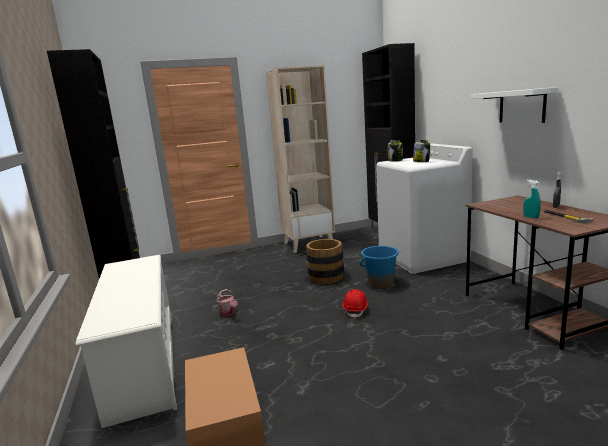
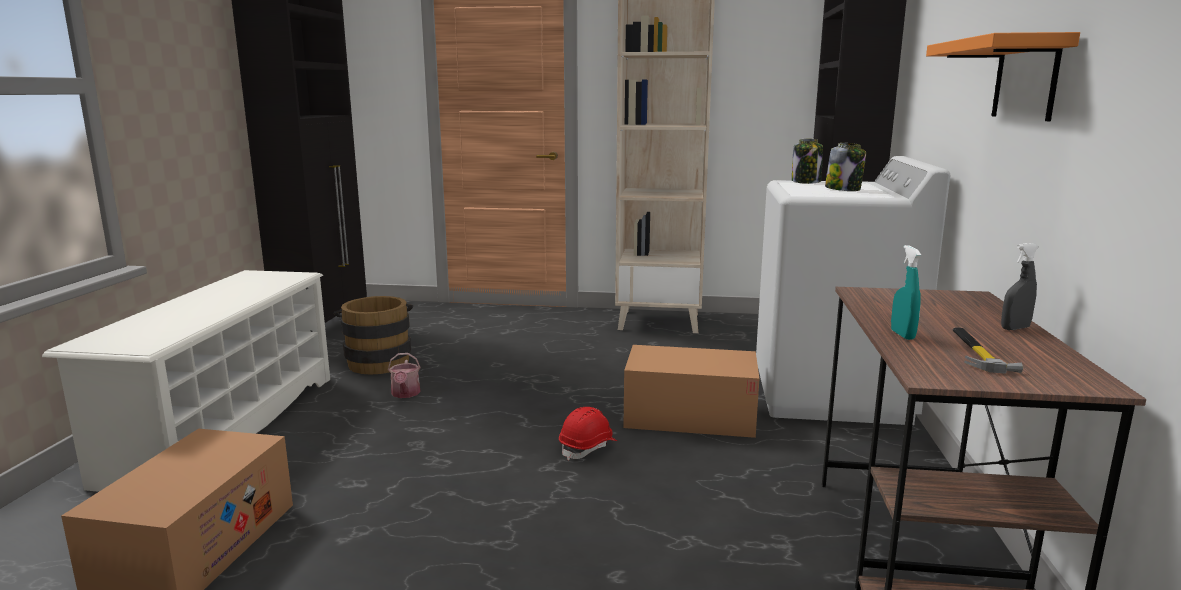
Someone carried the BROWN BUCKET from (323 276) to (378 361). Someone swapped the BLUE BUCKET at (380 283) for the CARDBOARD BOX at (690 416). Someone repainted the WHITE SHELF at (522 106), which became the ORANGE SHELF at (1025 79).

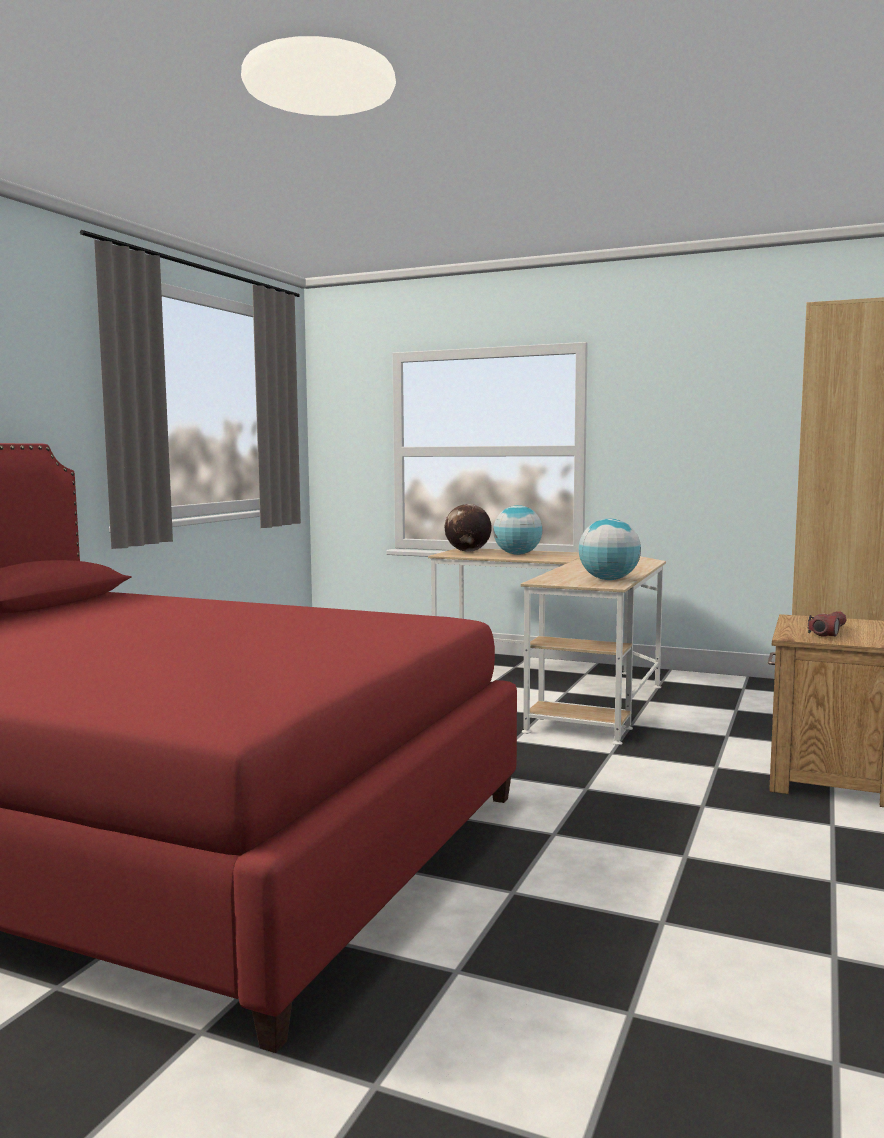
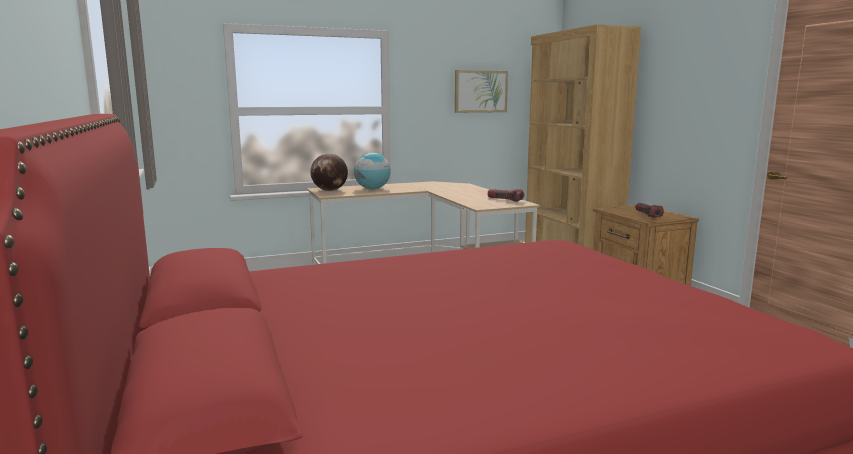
Someone put up the PICTURE at (480 91). Someone swapped the GLOBE at (608 579) for the FLASHLIGHT at (505 200).

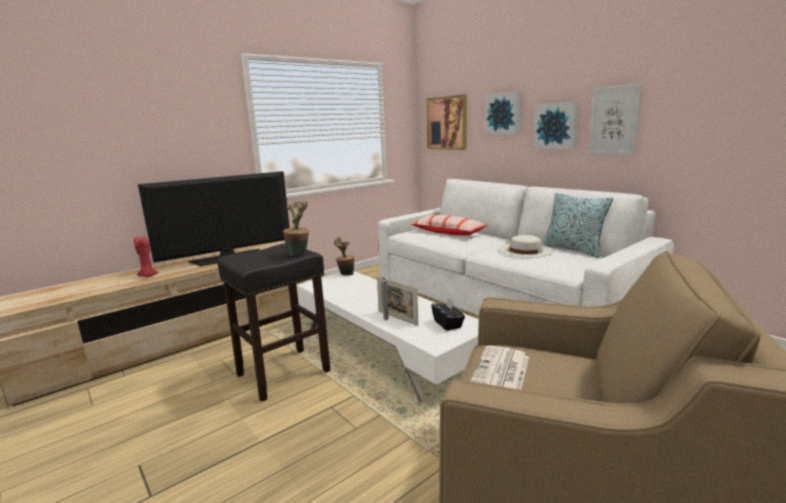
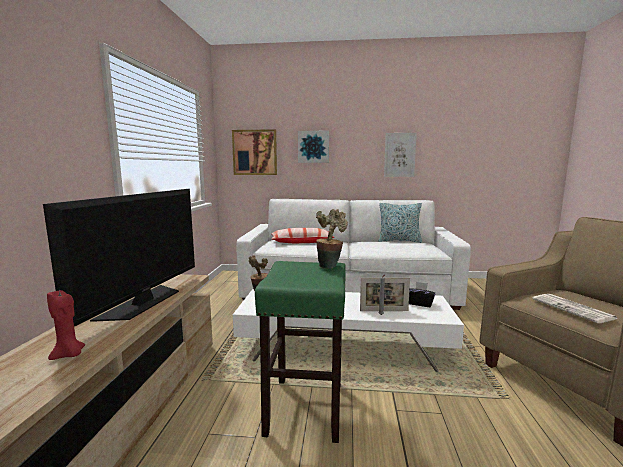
Someone took away the WHITE HAT at (525 250). Someone took away the PICTURE at (556 126). Someone repainted the BLACK STOOL at (284 373), which became the GREEN STOOL at (305 407).

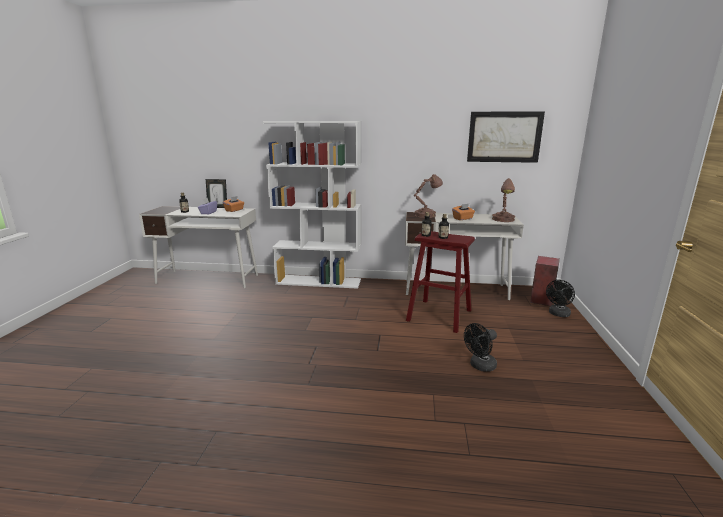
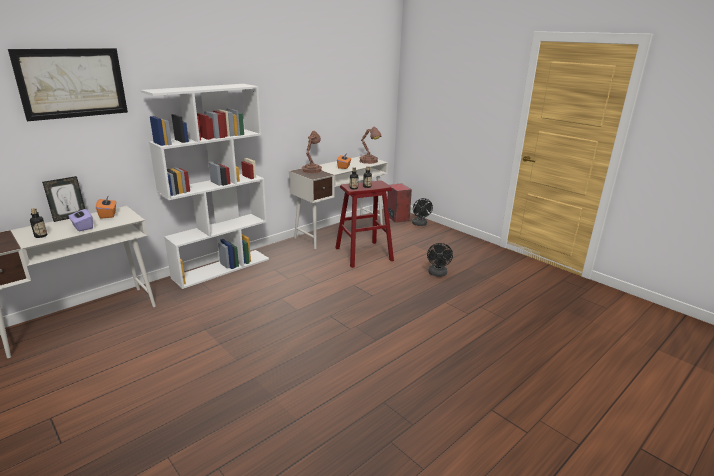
Someone carried the PICTURE from (504 137) to (72 83).

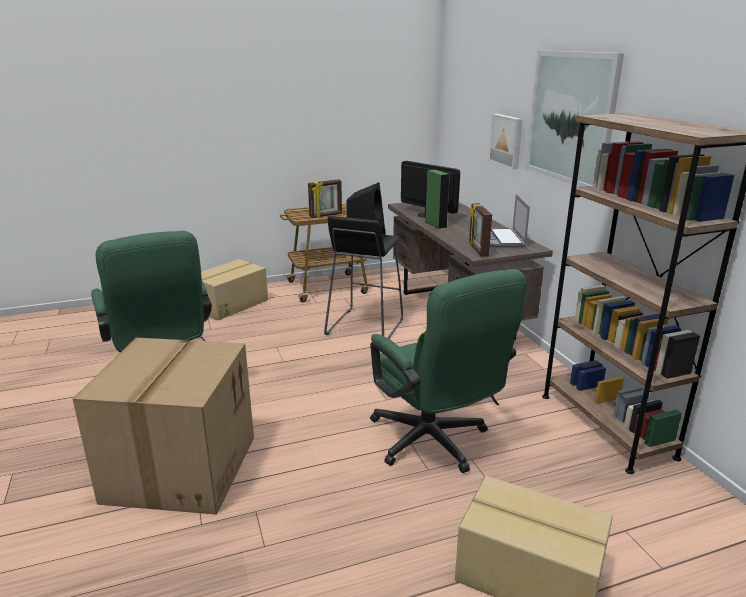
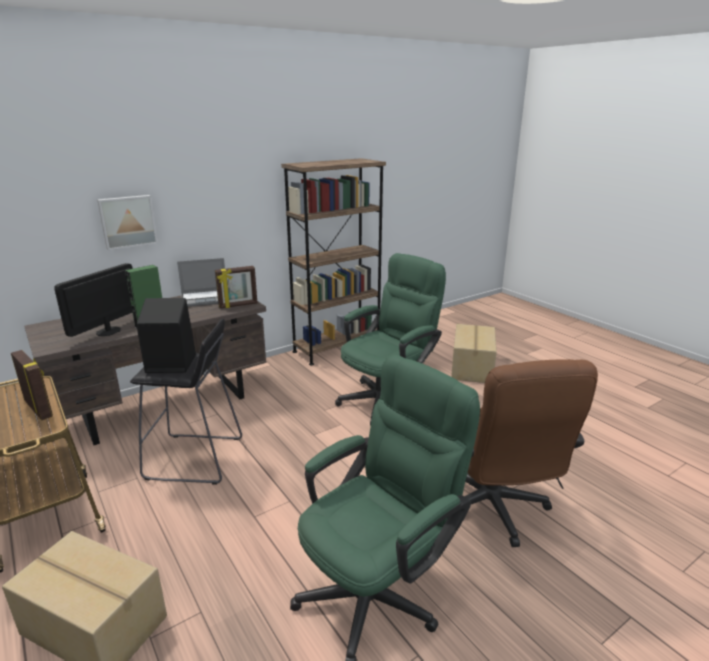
Someone took away the PICTURE at (571 118). Someone swapped the CARDBOARD BOX at (180 467) for the BROWN OFFICE CHAIR at (494 510).

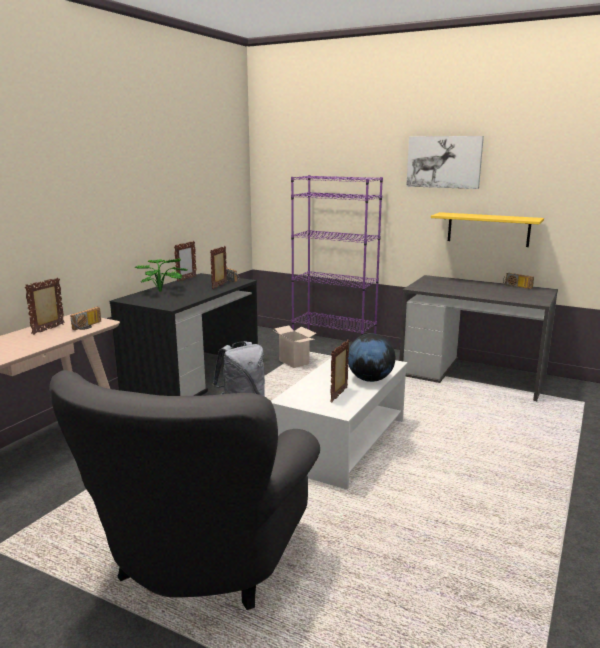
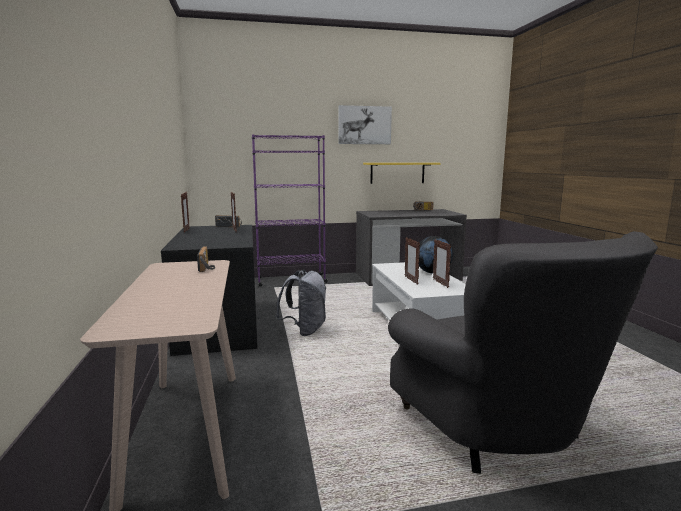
Someone took away the POTTED PLANT at (163 291). Someone took away the CARDBOARD BOX at (295 362). Someone carried the PICTURE FRAME from (49 329) to (411 280).

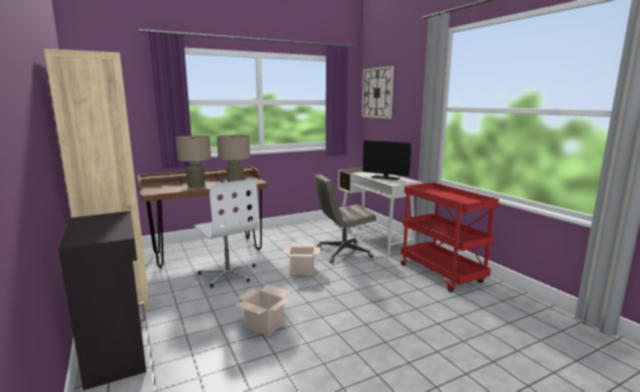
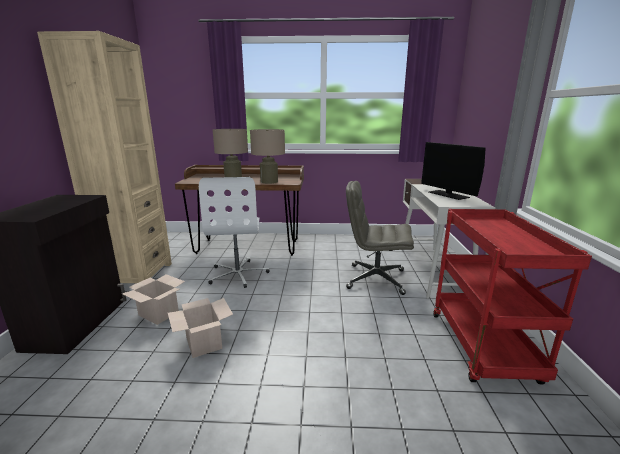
Someone took away the WALL CLOCK at (377 93). Someone carried the CARDBOARD BOX from (303 270) to (159 314).

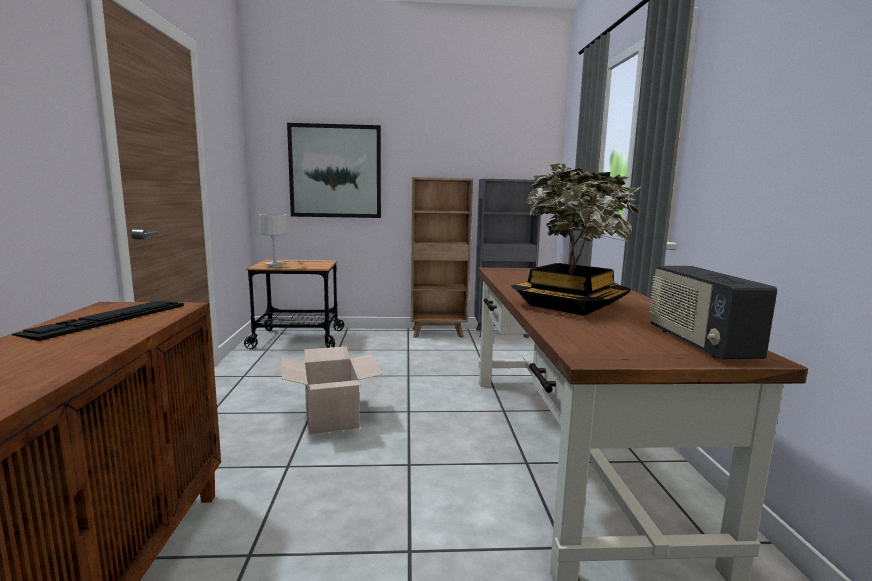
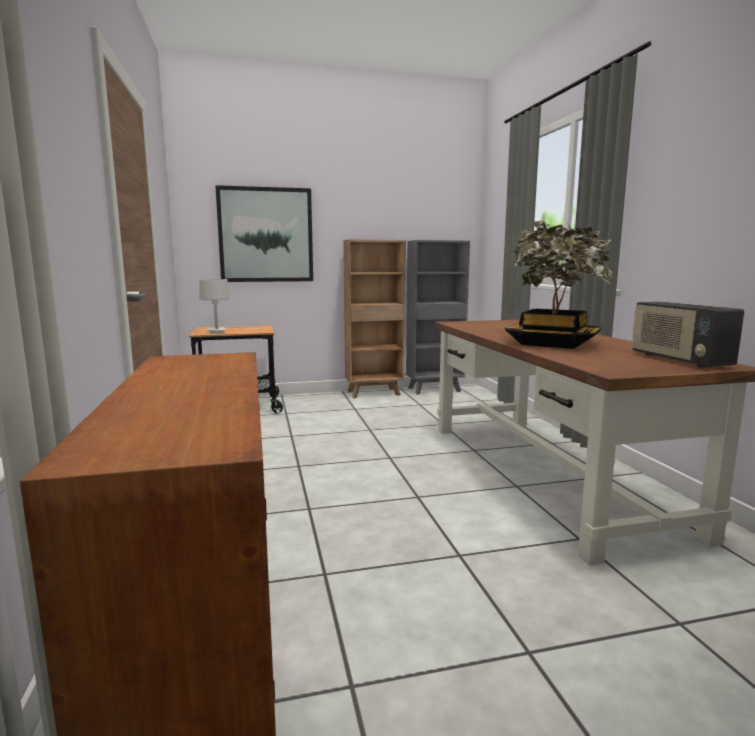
Someone took away the KEYBOARD at (108 318). Someone took away the CARDBOARD BOX at (330 417).

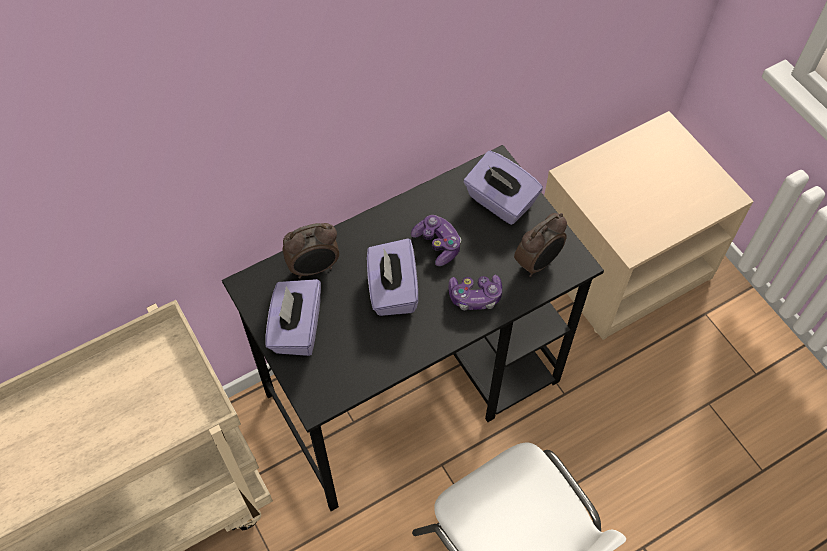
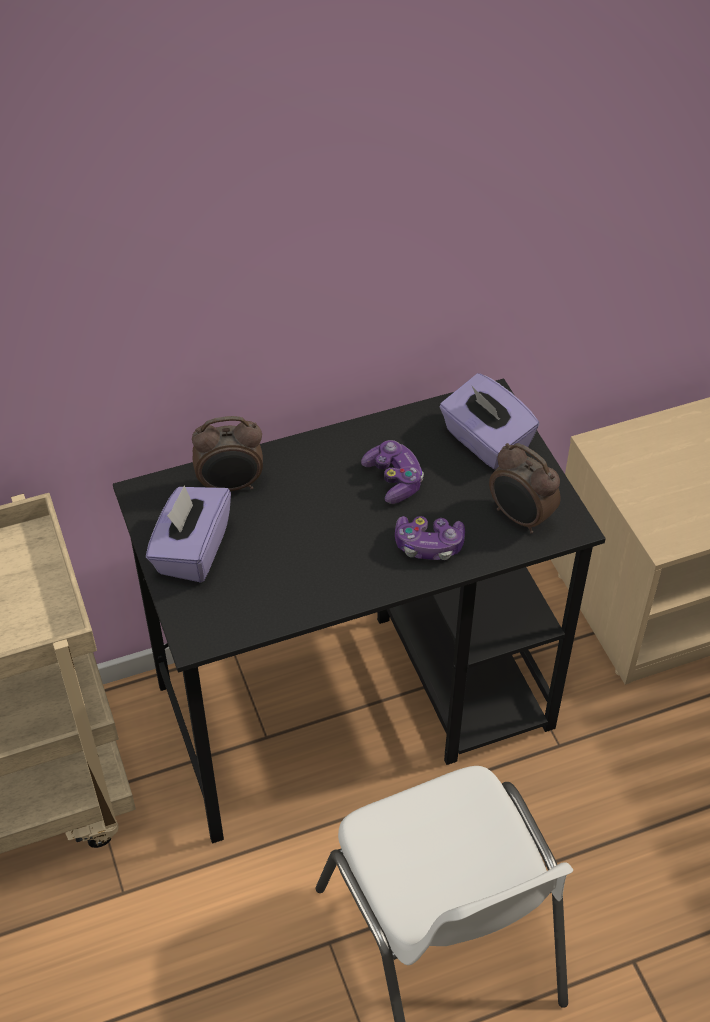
Someone took away the PURPLE TISSUE BOX at (392 290). Someone rotated the ALARM CLOCK at (538 263) by 75 degrees clockwise.

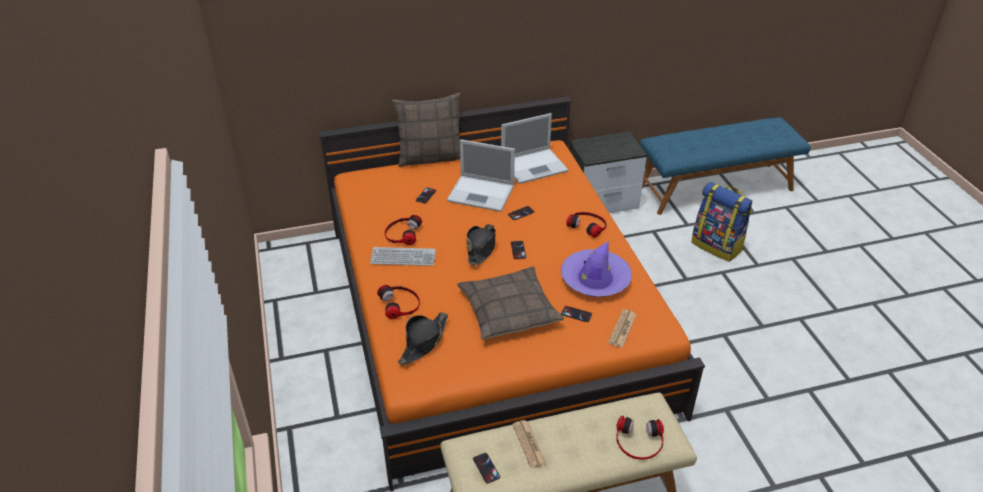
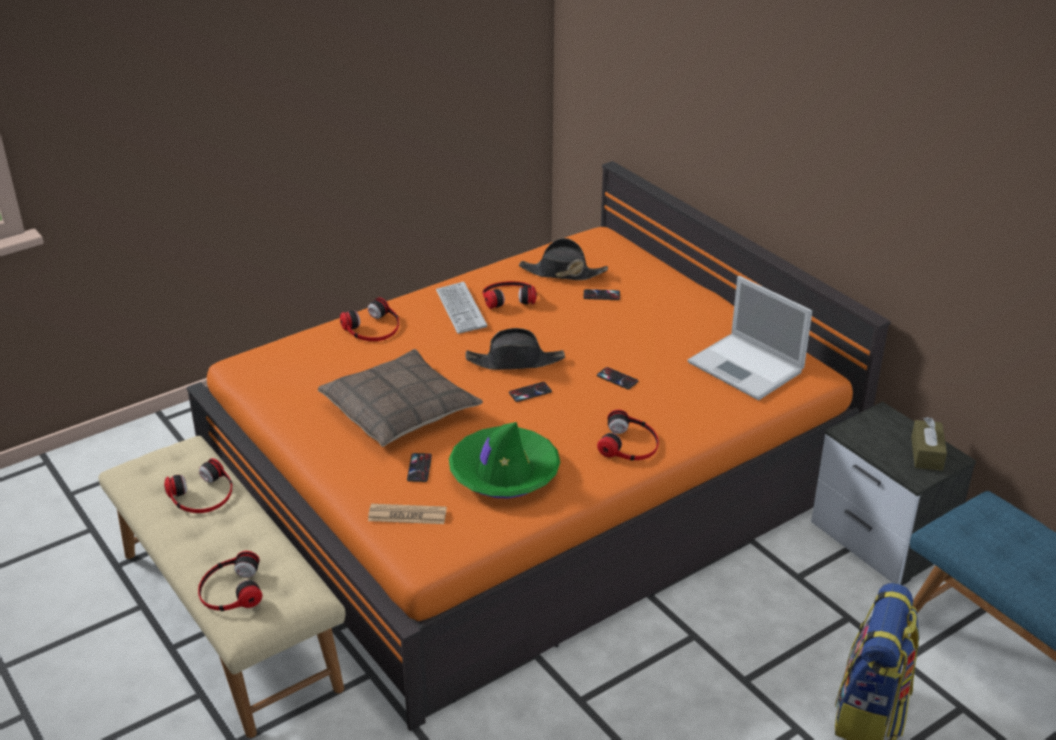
Someone took away the PILLOW at (430 157). Someone took away the LAPTOP at (482 193). Someone took away the PHONE at (486 468). Someone put down the BROWN TISSUE BOX at (926 453). Someone carried the BLACK HAT from (423 342) to (562 273). Someone swapped the NEWSPAPER at (529 444) for the HEADPHONES at (202 495). Someone repainted the PURPLE HAT at (595 279), which became the GREEN HAT at (504 472).

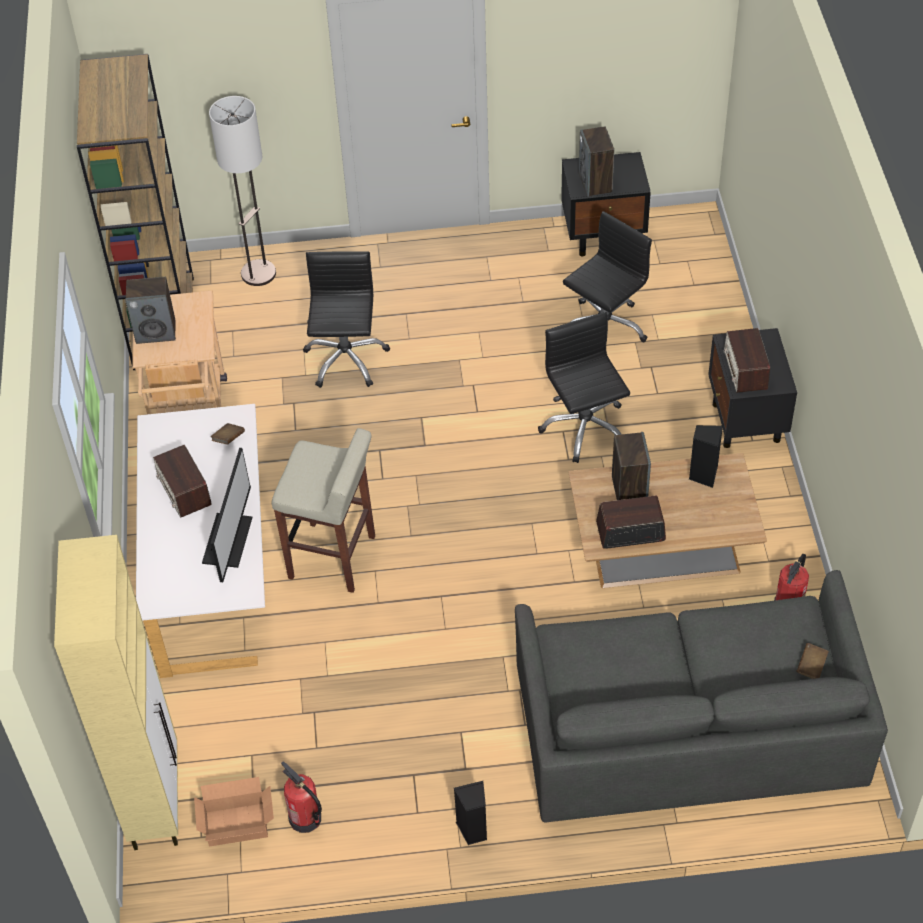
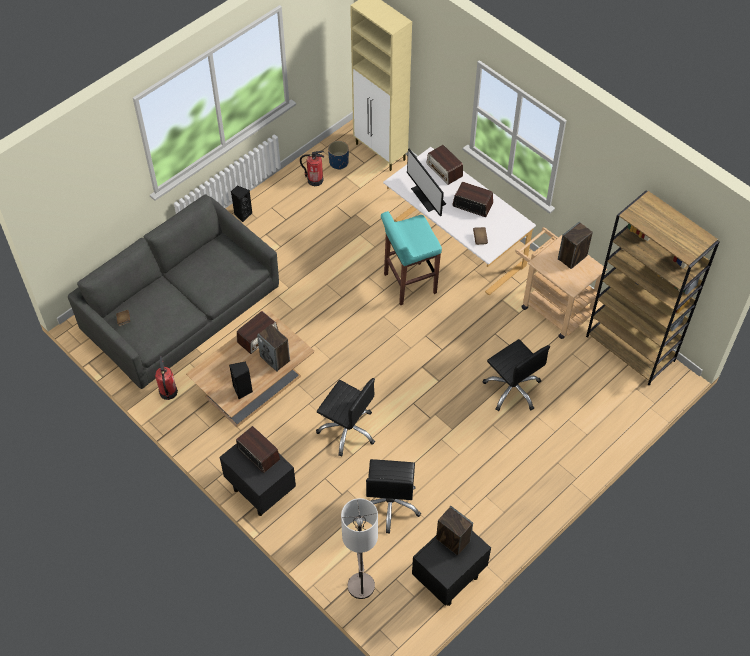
Someone put down the RADIO at (444 170). Someone carried the FLOOR LAMP from (258 274) to (361 586). Someone swapped the CARDBOARD BOX at (238 826) for the BLUE PLANTER at (338 162). Someone repainted the BEIGE STOOL at (333 558), which became the TURQUOISE STOOL at (409 284).

